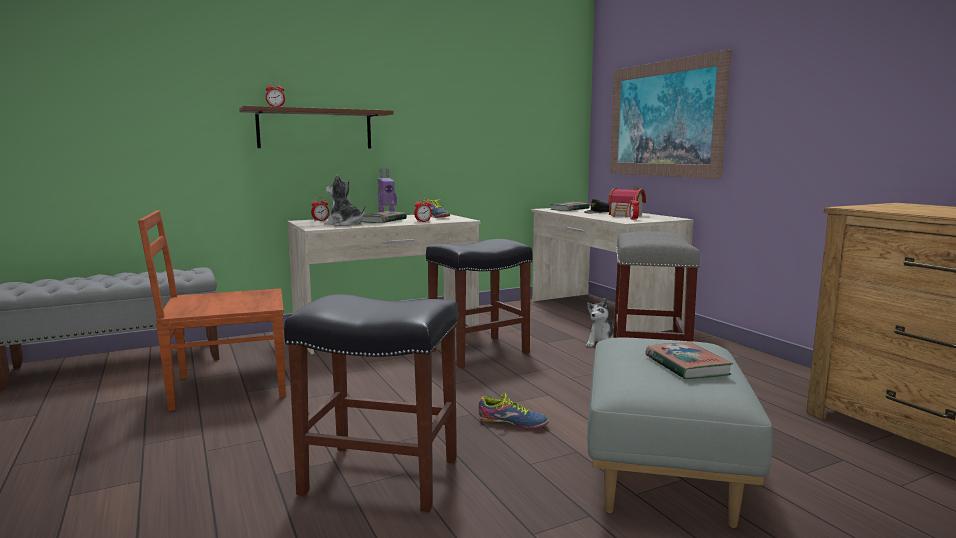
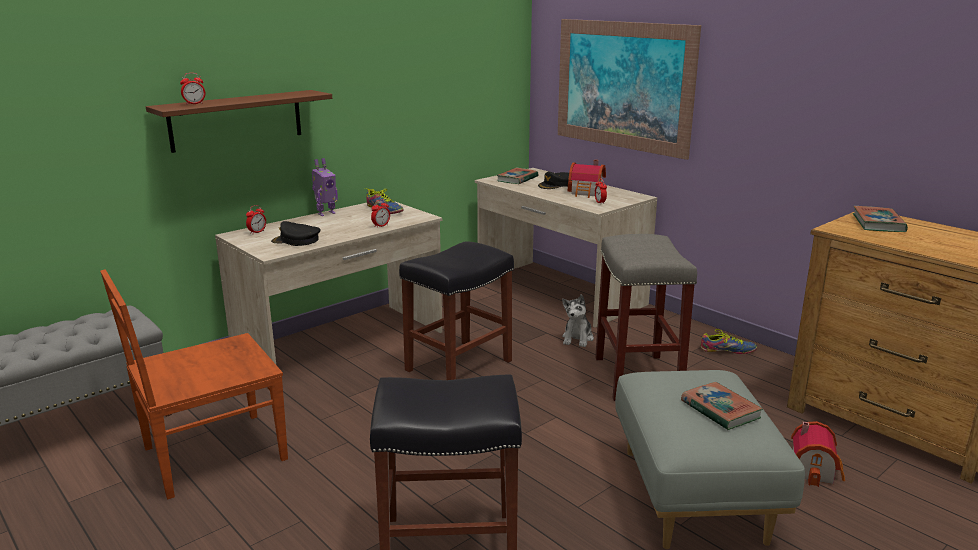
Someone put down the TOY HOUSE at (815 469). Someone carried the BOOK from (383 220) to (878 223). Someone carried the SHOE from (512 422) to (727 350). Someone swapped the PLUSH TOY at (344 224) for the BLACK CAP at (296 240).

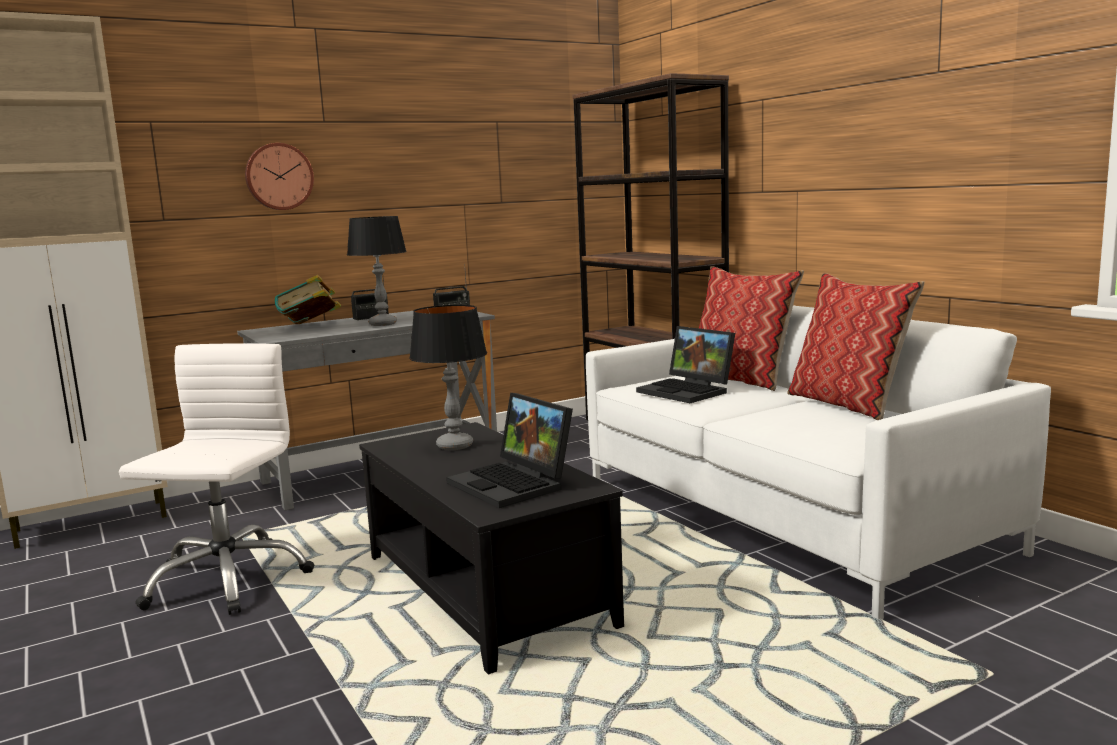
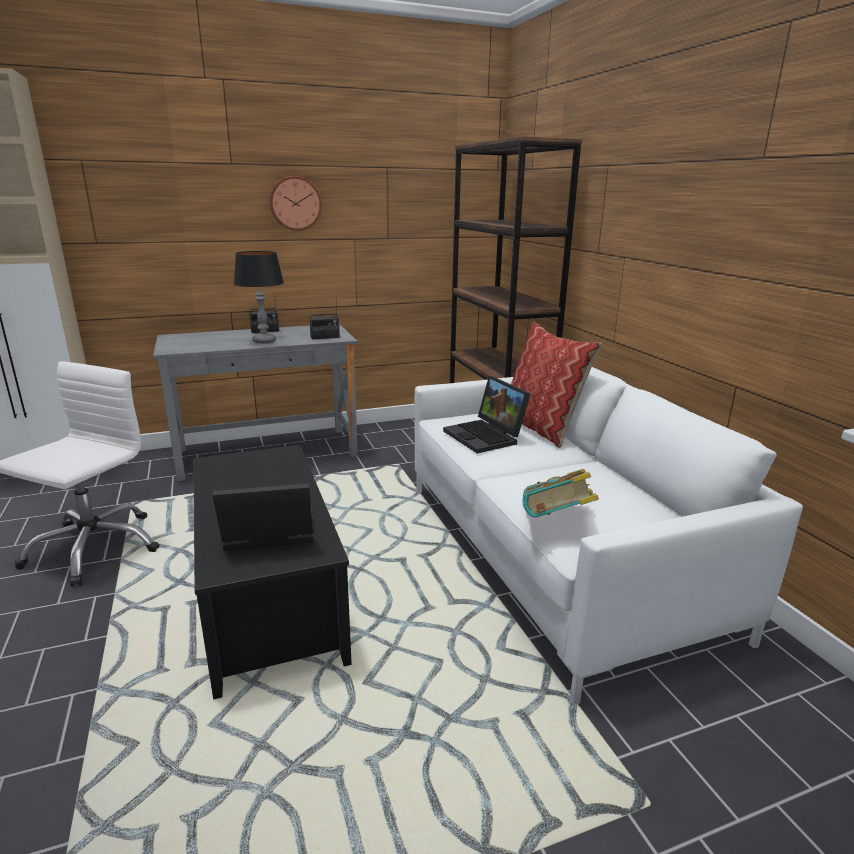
Someone took away the TABLE LAMP at (454 446). Someone took away the PILLOW at (848 404). Someone carried the WALL CLOCK from (279 176) to (295 203). Someone carried the BOOK from (310 326) to (556 523). Someone rotated the LAPTOP at (514 484) by 105 degrees clockwise.

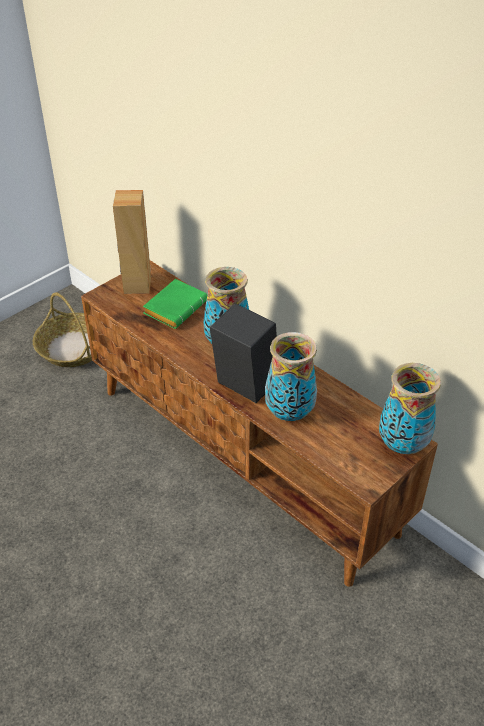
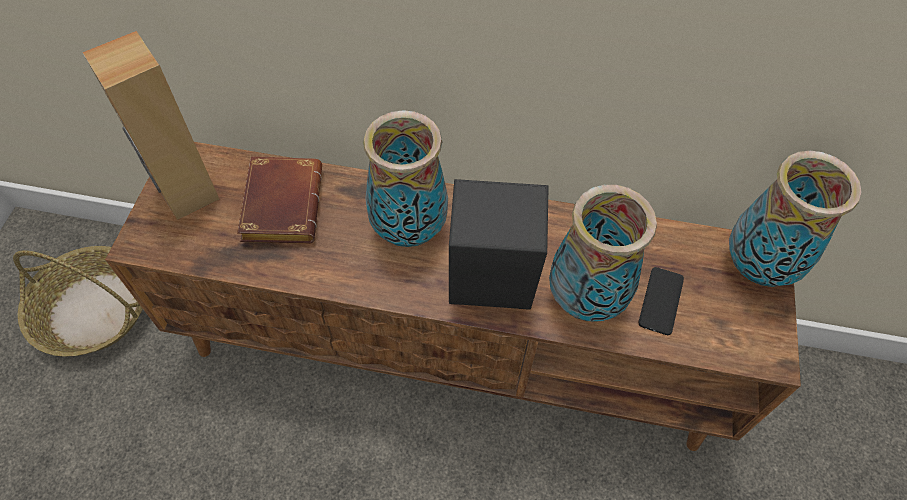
Someone put down the PHONE at (661 301). Someone repainted the GREEN BOOK at (175 307), which became the BROWN BOOK at (280 203).

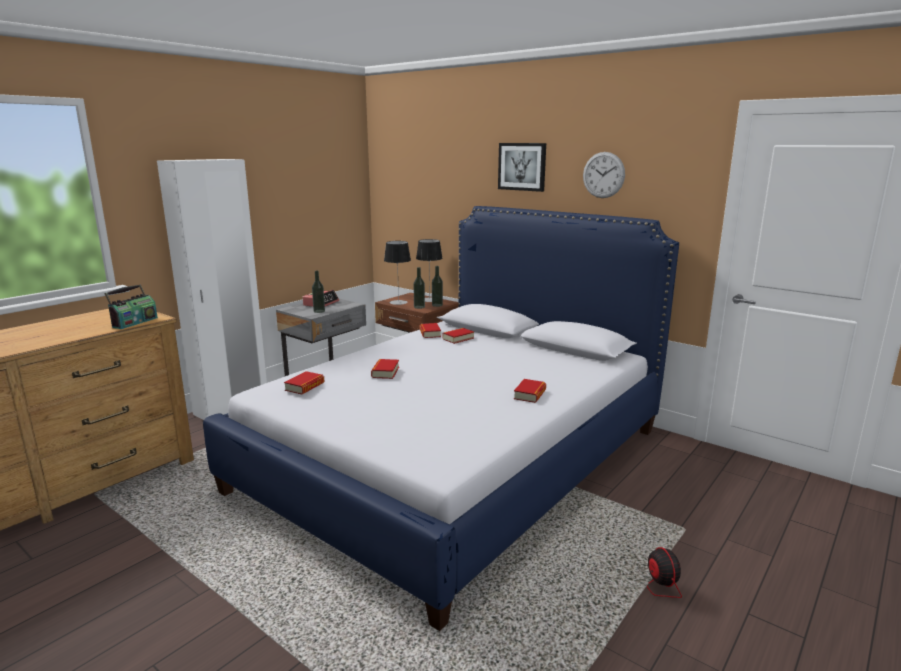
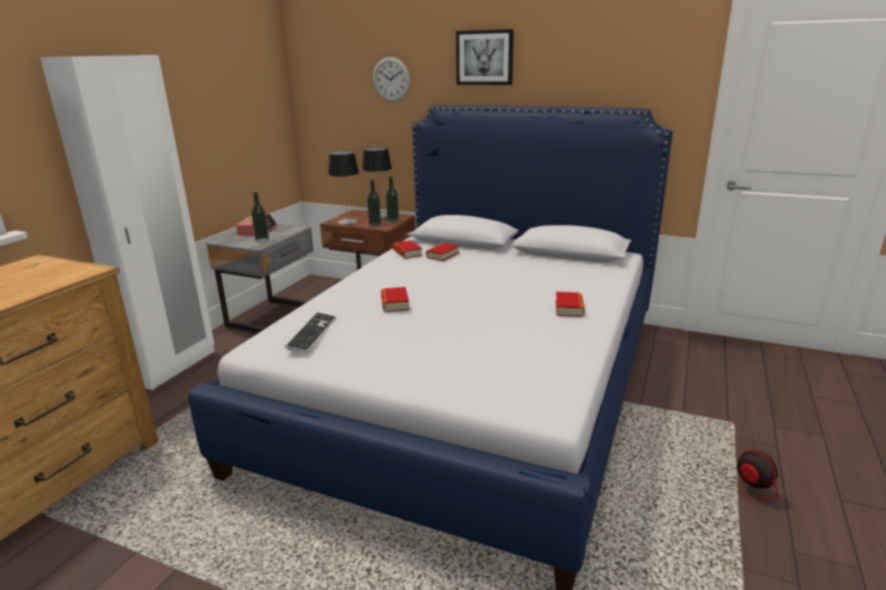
Someone took away the RADIO at (134 322). Someone carried the WALL CLOCK from (603 175) to (391 79). Someone swapped the BOOK at (304 386) for the KEYBOARD at (312 333).

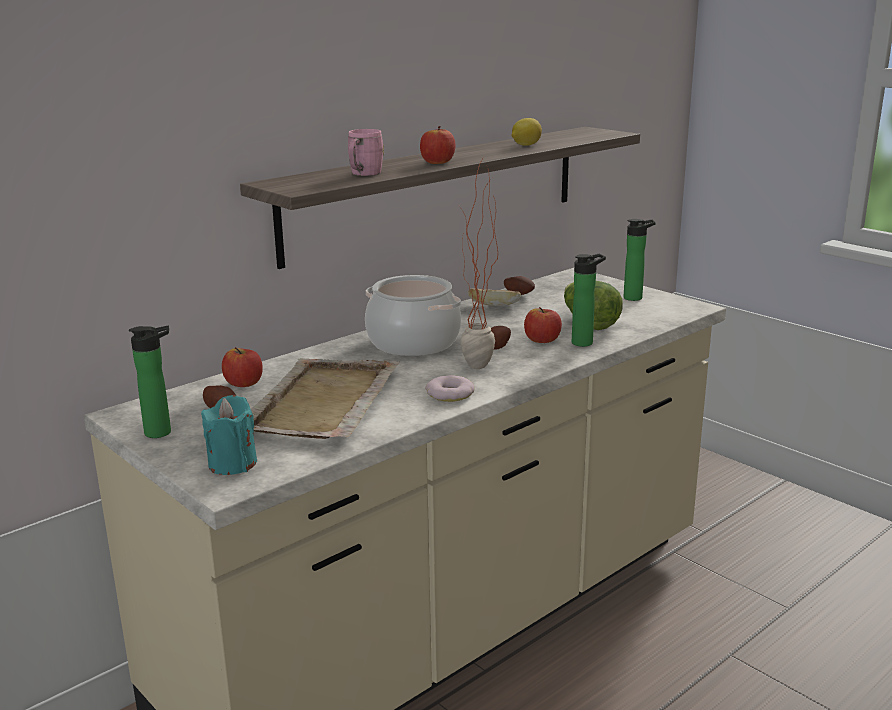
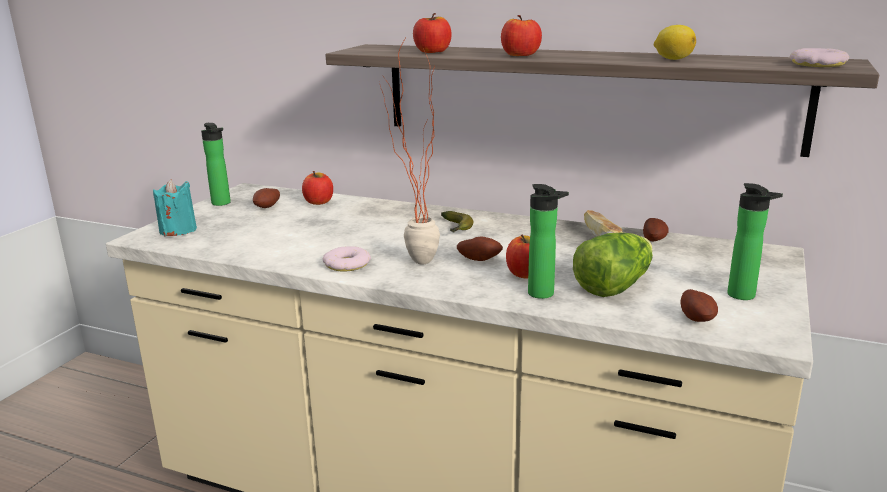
Someone took away the BEIGE TRAY at (321 403). Someone put down the POTATO at (697 319). Someone put down the DONUT at (818 64). Someone swapped the PINK MUG at (363 174) for the APPLE at (432 52). Someone swapped the COOKING POT at (413 342) for the BANANA at (456 228).

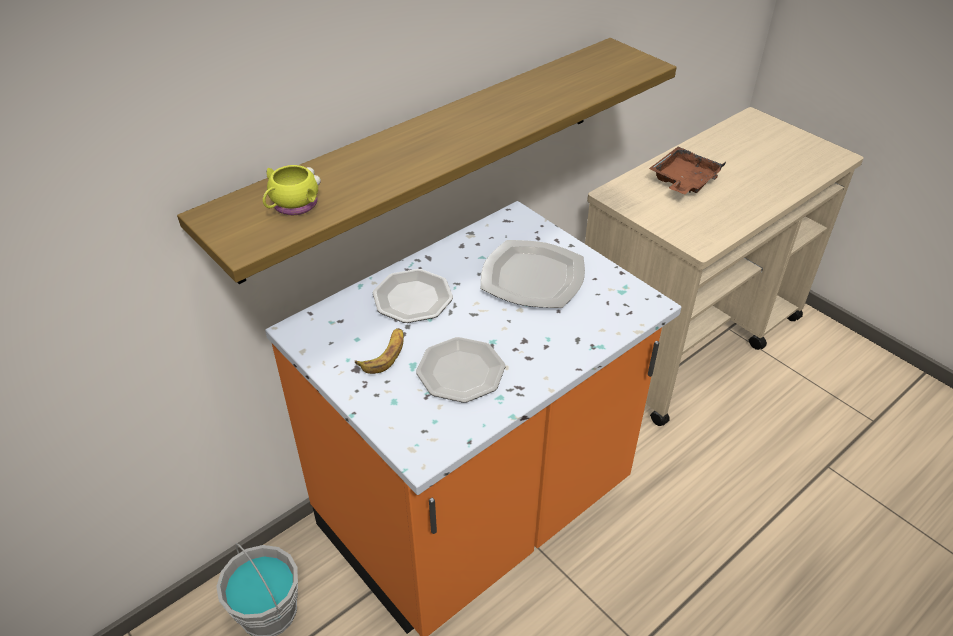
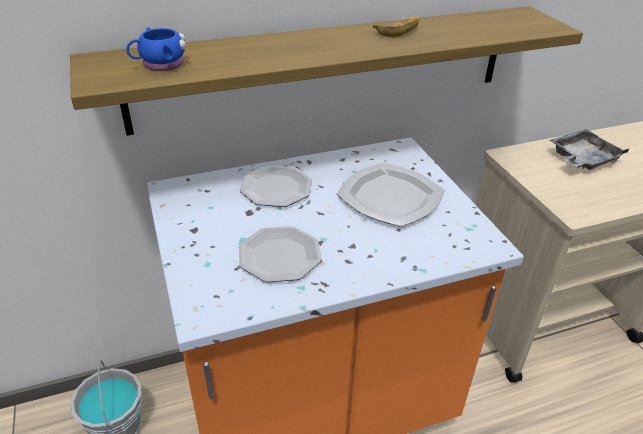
Someone carried the BANANA from (384 354) to (399 30). Someone repainted the YELLOW MUG at (292 206), which became the BLUE MUG at (160 65). Someone repainted the BROWN TRAY at (683 181), which became the GREY TRAY at (582 159).

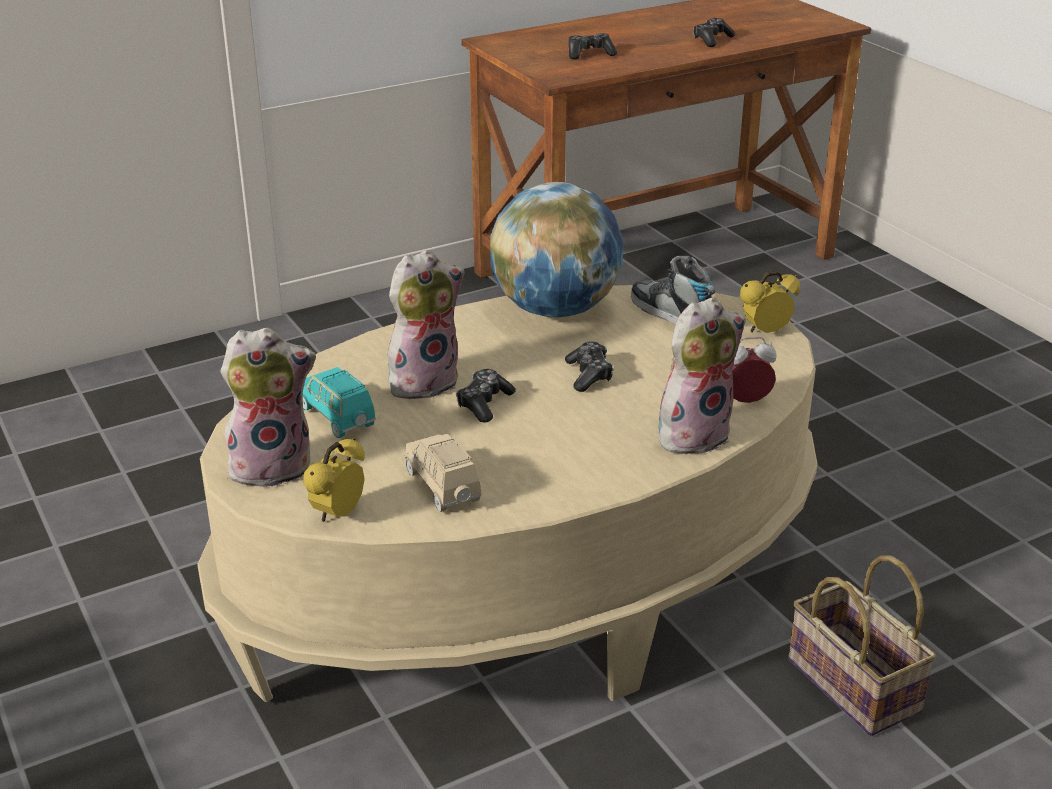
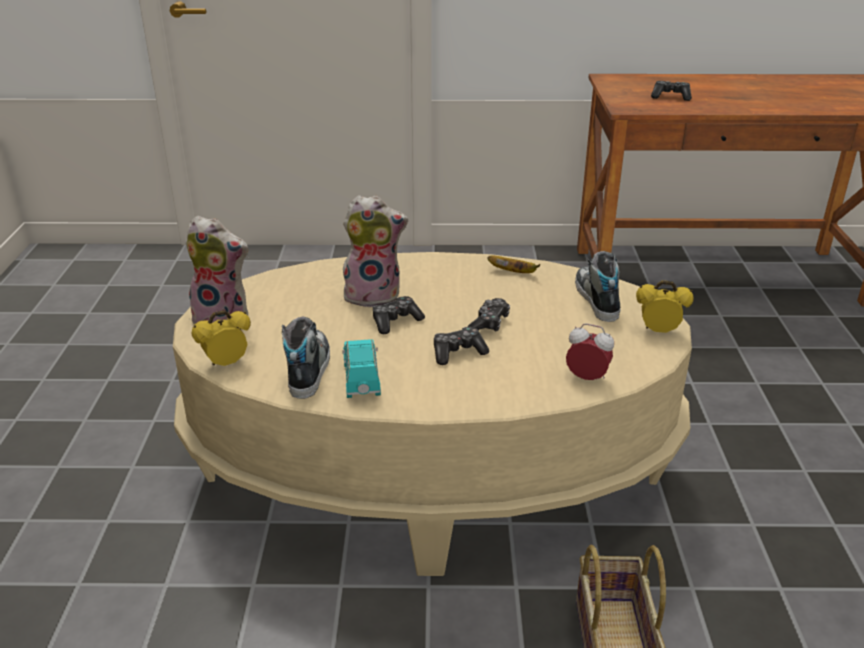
Someone took away the PLUSH TOY at (693 434). Someone carried the TURQUOISE TOY CAR from (337 417) to (362 380). Someone carried the GAME CONTROLLER from (712 40) to (458 352). Someone swapped the BEIGE TOY CAR at (443 487) for the SHOE at (308 368). Someone swapped the GLOBE at (555 309) for the BANANA at (514 272).

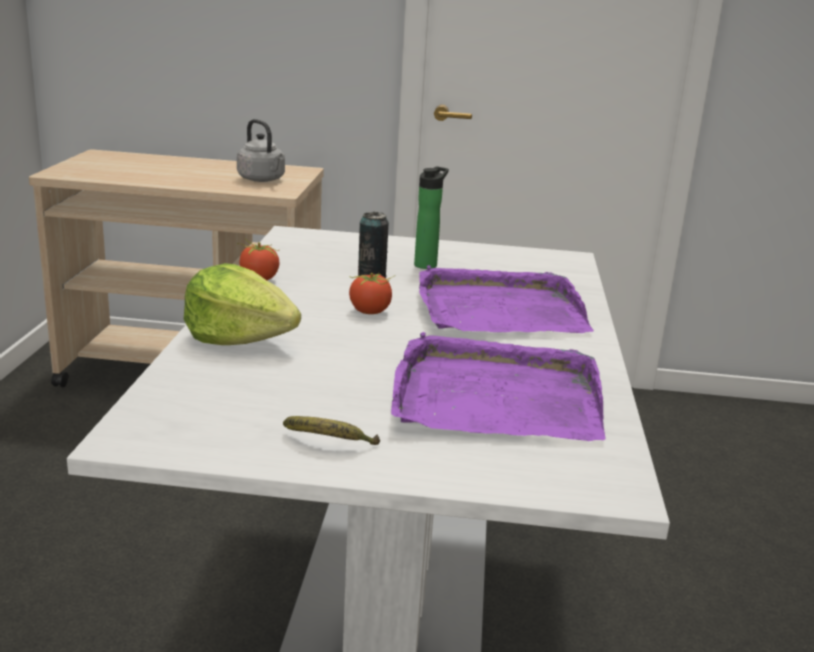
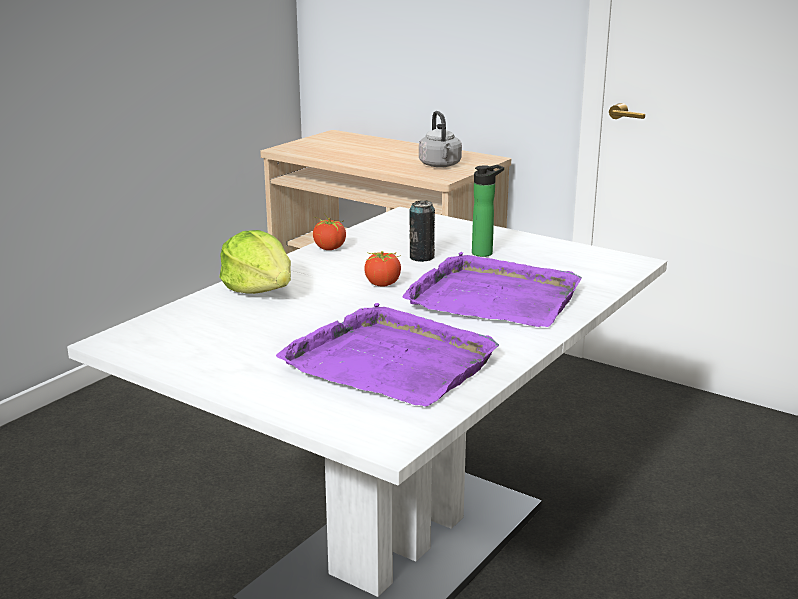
Someone took away the BANANA at (329 443).

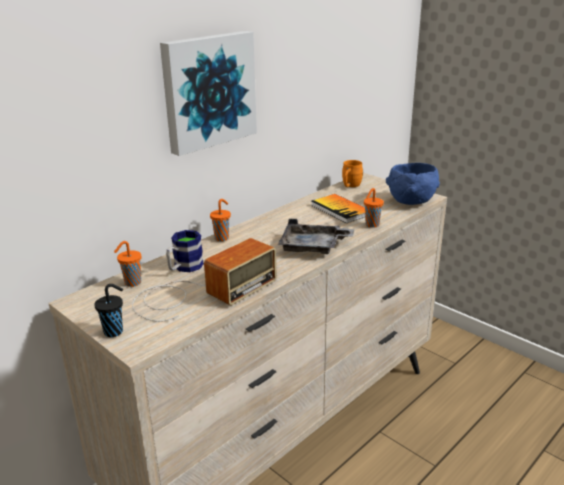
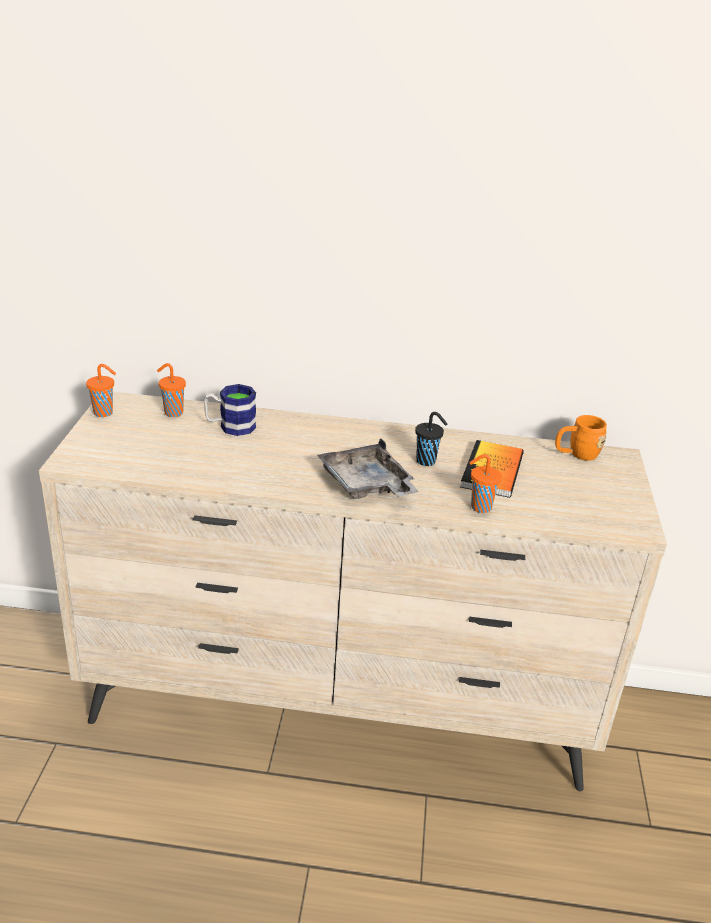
Someone took away the RADIO at (199 294). Someone took away the PICTURE at (208 91). Someone took away the BLUE BOWL at (411 202). Someone carried the BLACK CUP from (114 331) to (427 461). Someone carried the ORANGE CUP from (222 238) to (104 413).

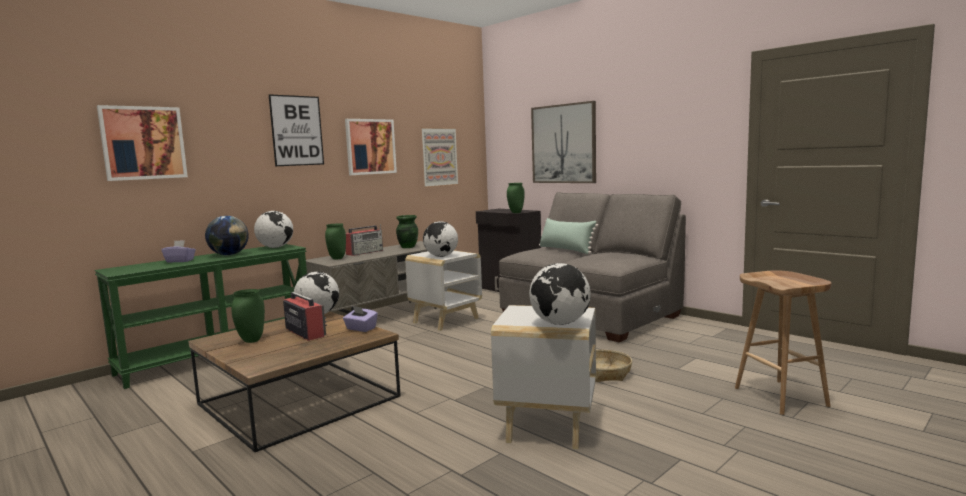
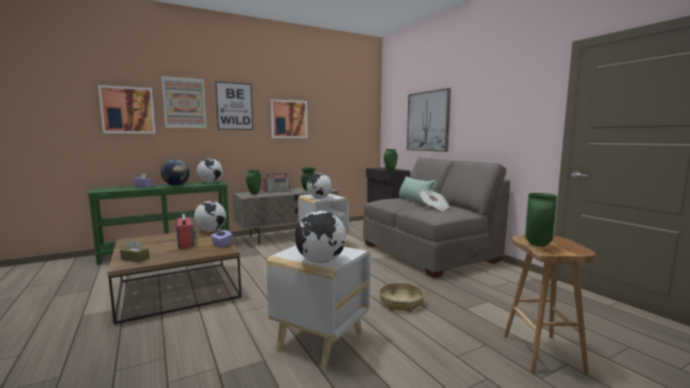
Someone put down the BROWN TISSUE BOX at (135 259). Someone put down the NEWSPAPER at (434 208). Someone carried the GREEN VASE from (251 340) to (537 244). Someone carried the PICTURE from (439 157) to (184 103).

